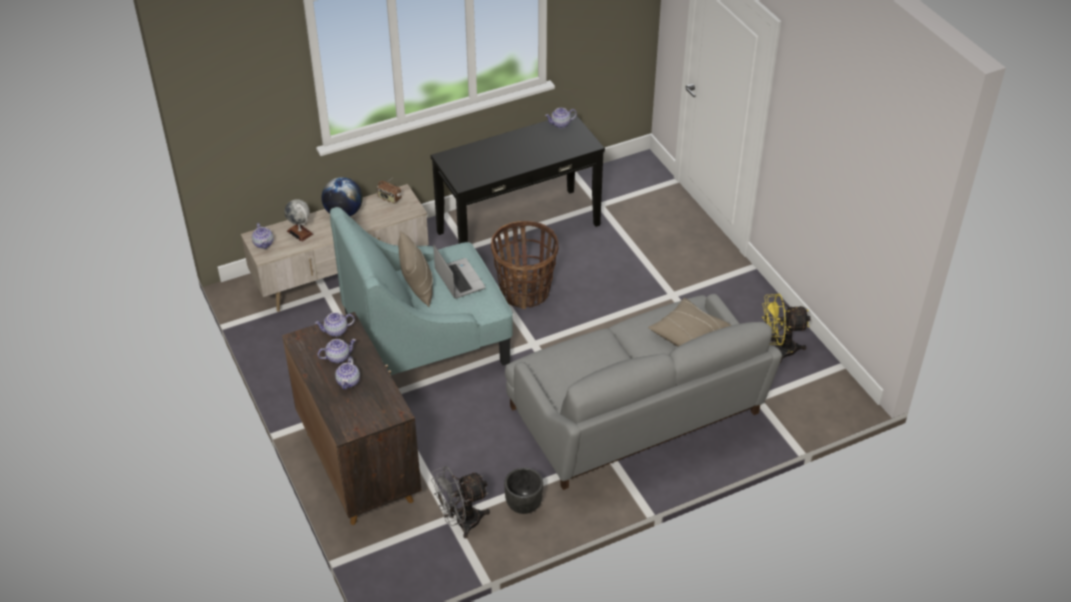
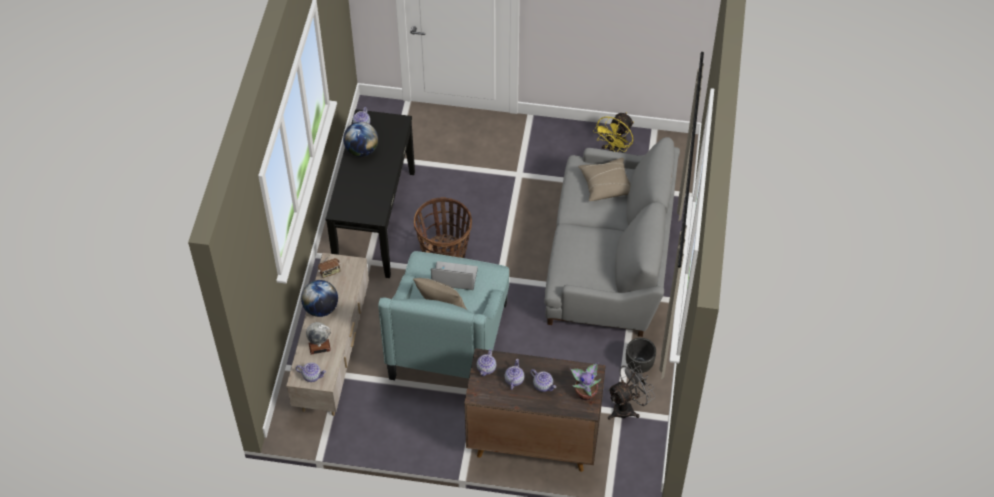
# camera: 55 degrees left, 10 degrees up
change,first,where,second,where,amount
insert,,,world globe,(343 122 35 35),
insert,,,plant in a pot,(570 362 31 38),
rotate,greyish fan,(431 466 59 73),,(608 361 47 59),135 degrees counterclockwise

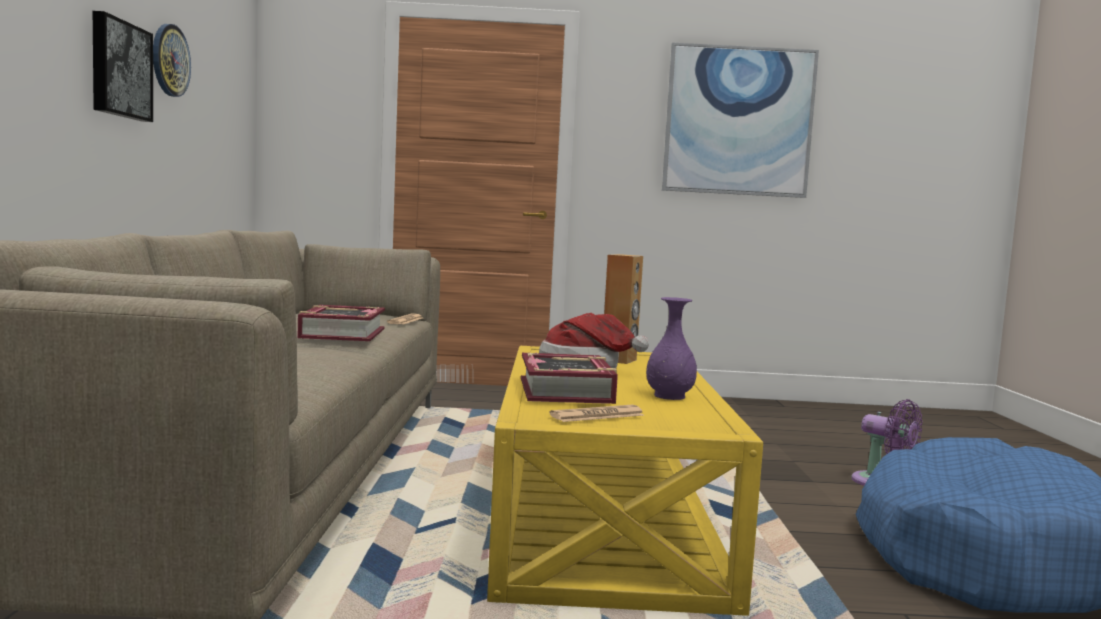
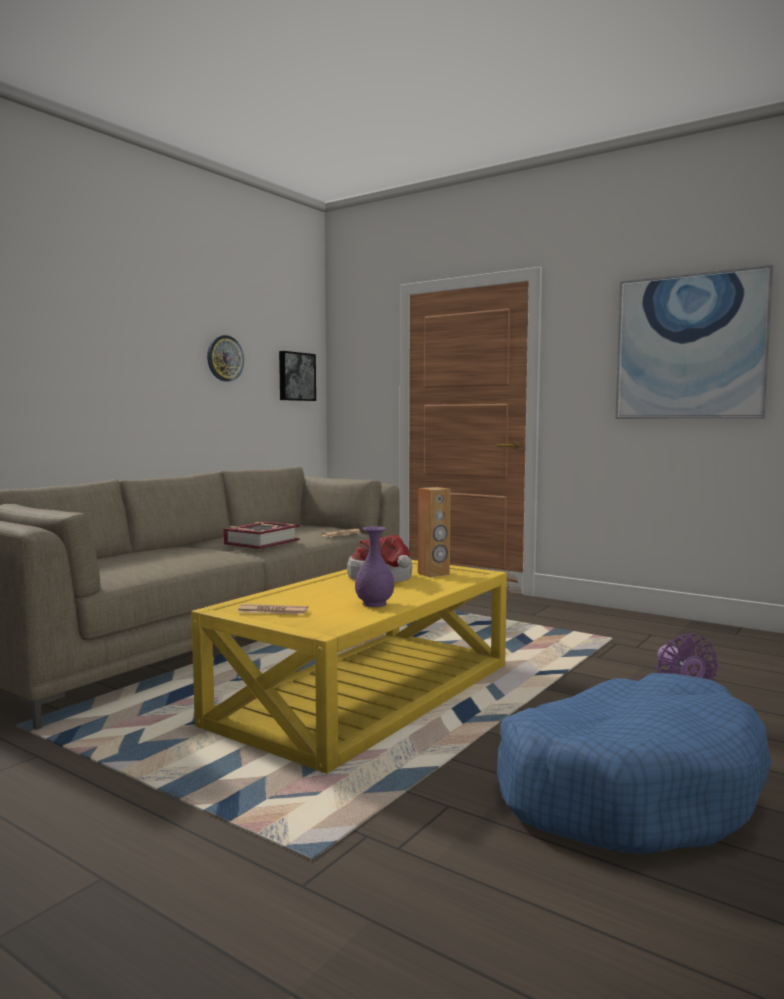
# camera: 35 degrees right, 0 degrees up
change,first,where,second,where,amount
delete,book,(521 352 97 52),,,
move,wall art,(93 11 60 111),,(279 351 37 50),

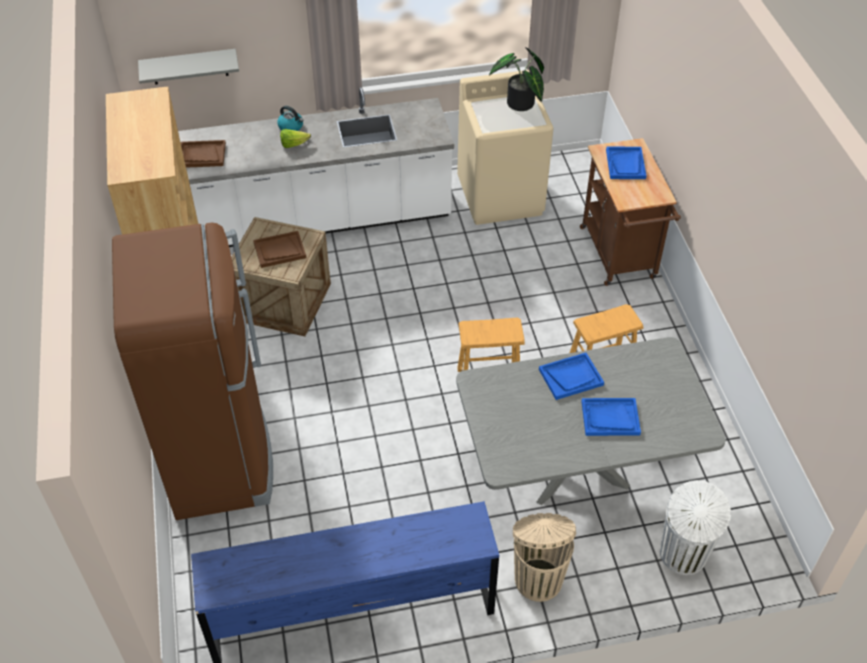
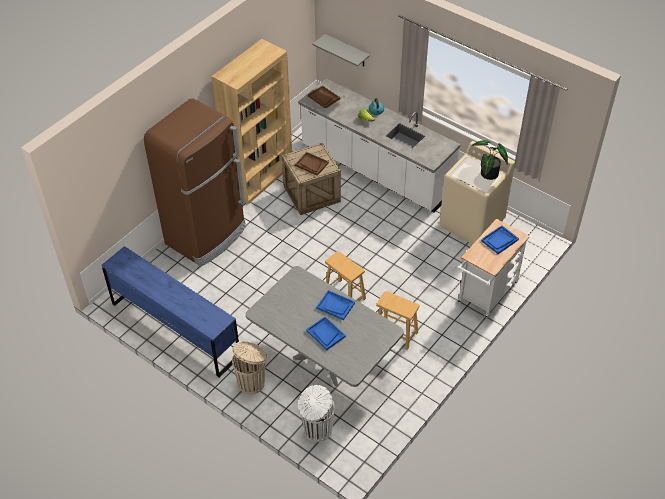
# camera: 50 degrees right, 0 degrees up
change,first,where,second,where,amount
recolor,brownish cart,(580 138 101 148),whitish cart,(457 219 73 99),

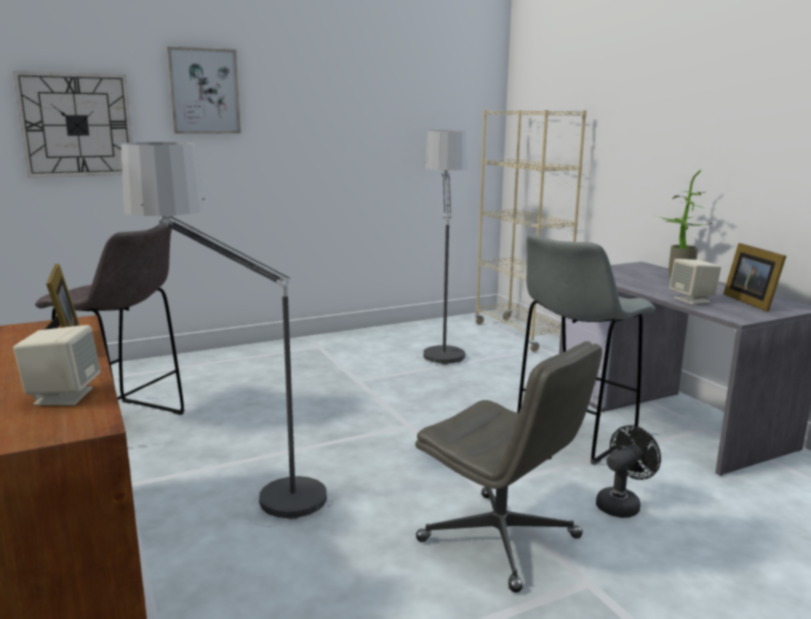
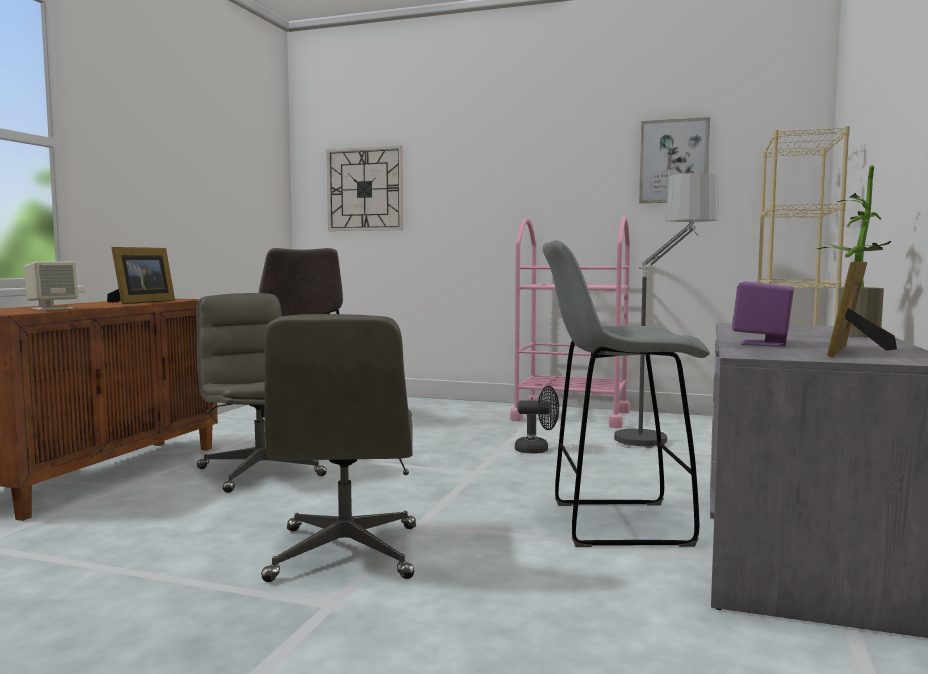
# camera: 45 degrees right, 10 degrees down
change,first,where,second,where,amount
insert,,,pinkish cart,(510 216 120 212),
move,wall art,(167 46 74 88),,(639 117 71 86),
move,blackish fan,(596 425 65 93),,(515 386 44 68),
replace,standard lamp,(121 142 212 385),greyish computer chair,(196 293 131 200),
recolor,beige-coloured speaker,(669 259 52 46),purple speaker,(732 281 62 66),

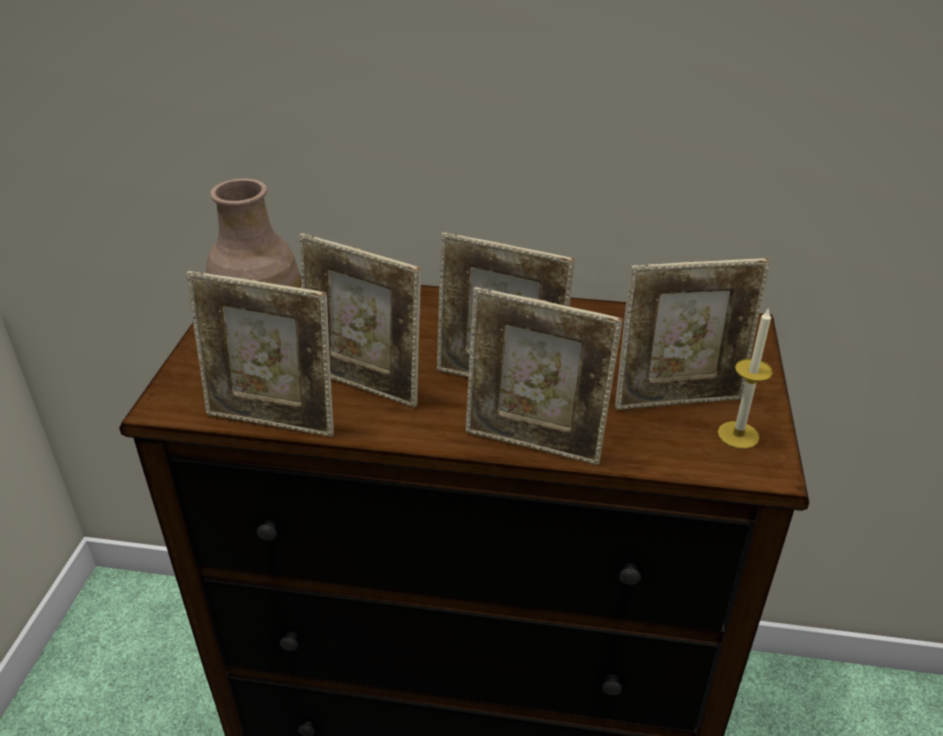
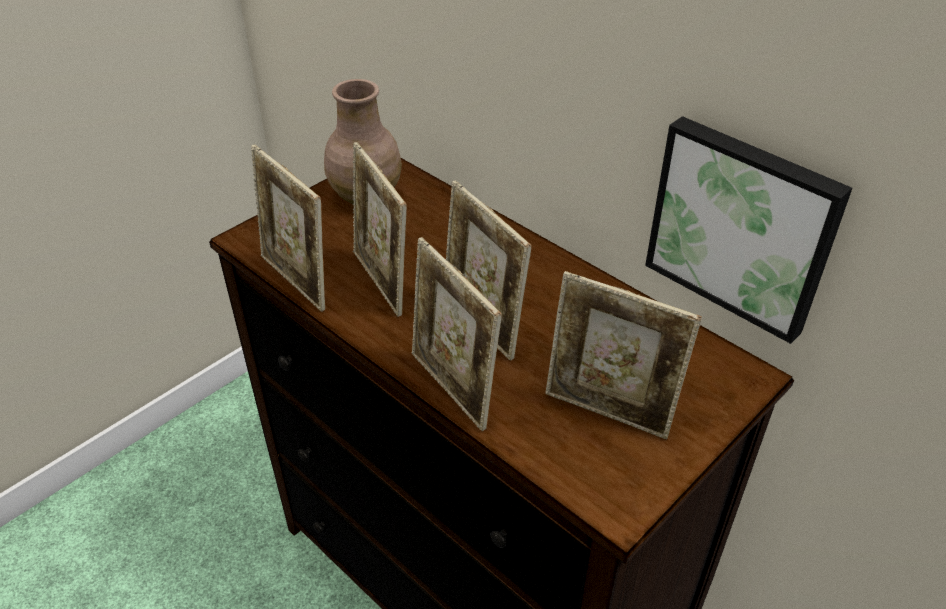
# camera: 35 degrees right, 5 degrees up
change,first,where,second,where,amount
delete,candle,(718 307 55 142),,,
insert,,,wall art,(645 116 207 228),

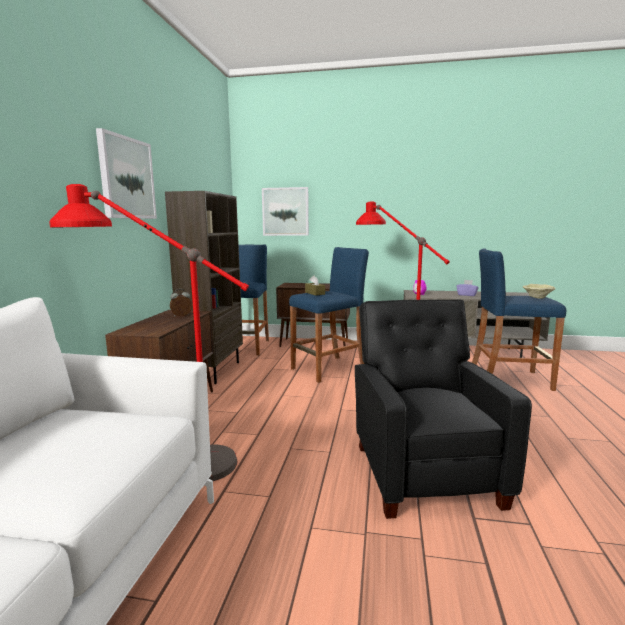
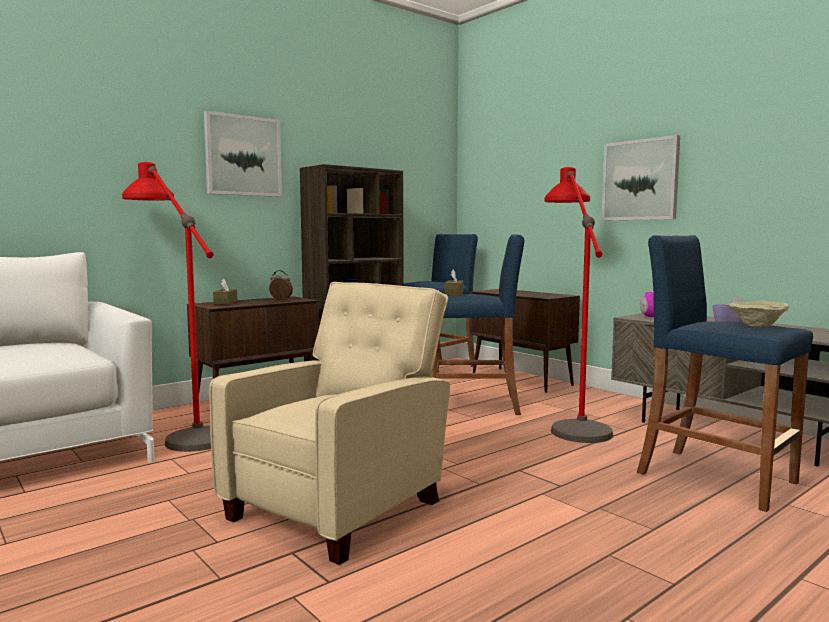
# camera: 40 degrees right, 5 degrees down
change,first,where,second,where,amount
insert,,,brownish tissue holder,(213 278 24 27),
move,wall art,(262 187 47 49),,(602 135 78 86),
recolor,blackish easy chair,(355 299 177 220),beige-coloured easy chair,(209 282 241 283),

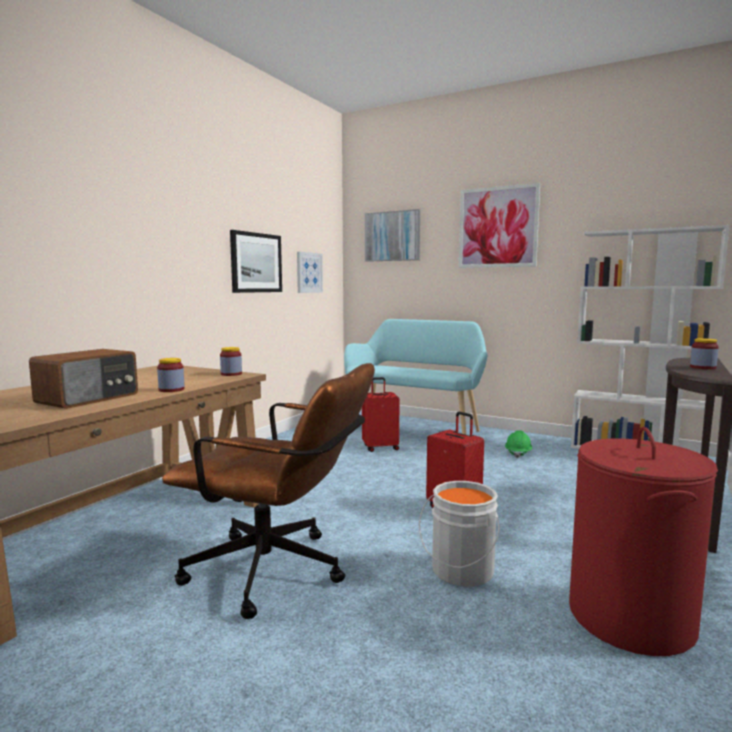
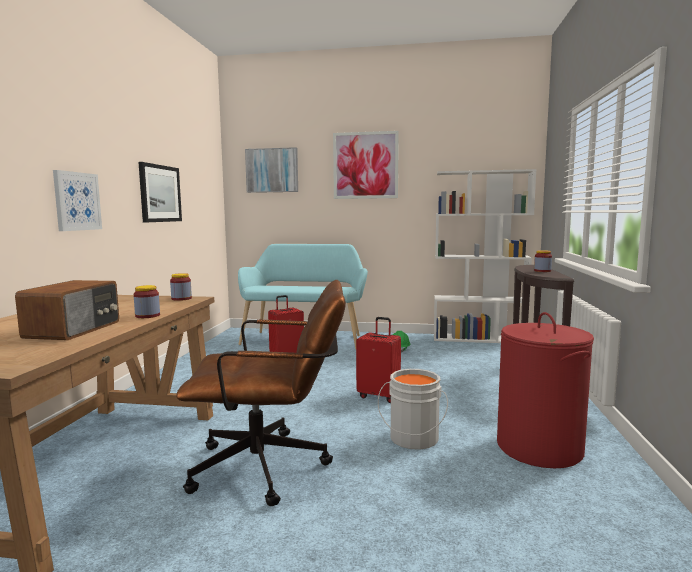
# camera: 20 degrees left, 0 degrees up
change,first,where,second,where,amount
move,wall art,(297 252 26 41),,(53 170 49 61),

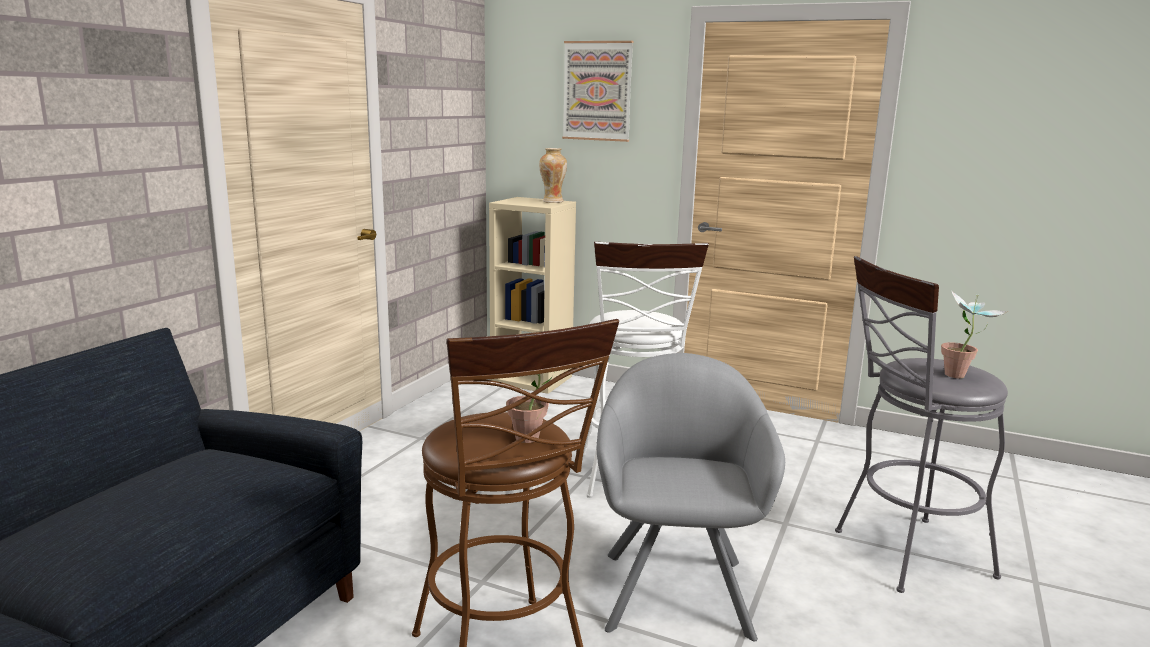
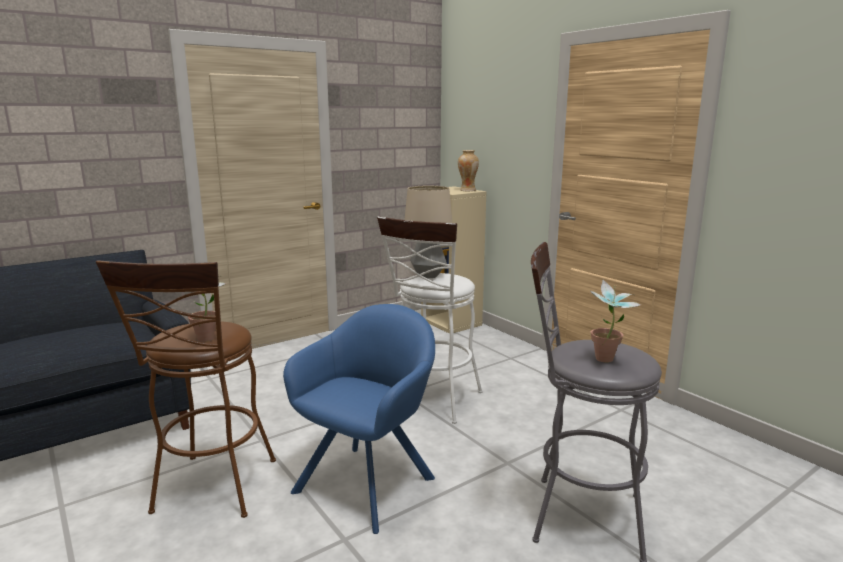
# camera: 30 degrees right, 0 degrees up
change,first,where,second,where,amount
delete,wall art,(562 41 71 101),,,
insert,,,lamp for a table,(404 186 49 92),
recolor,greyish easy chair,(597 353 188 288),bluish easy chair,(283 304 152 230),

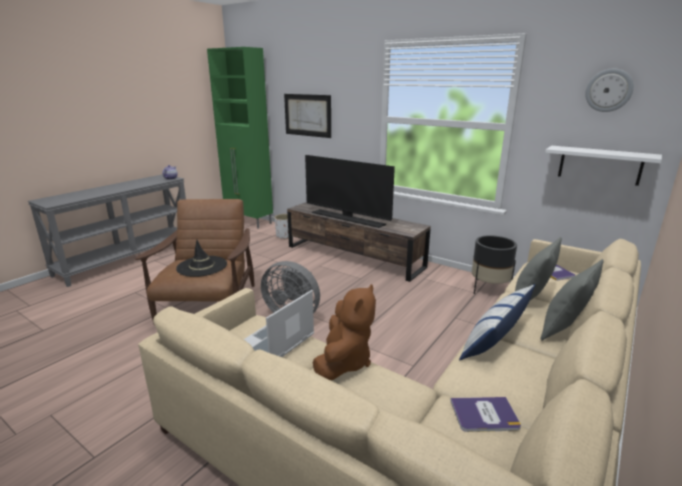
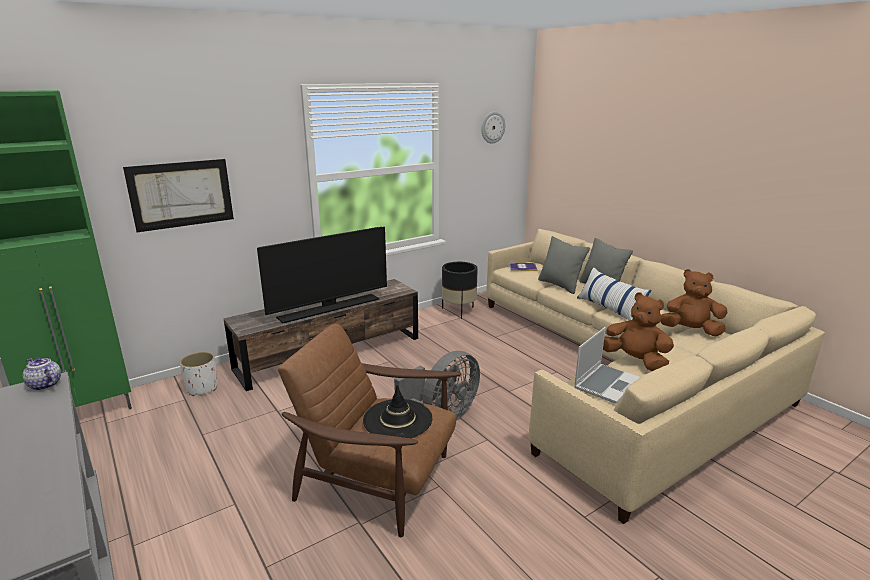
# camera: 70 degrees left, 0 degrees up
change,first,where,second,where,amount
delete,whitish wall shelf,(545 146 117 40),,,
replace,book,(450 397 71 35),brownish soft toy,(661 269 66 67),
rotate,notebook computer,(244 290 70 67),,(574 327 66 77),105 degrees counterclockwise

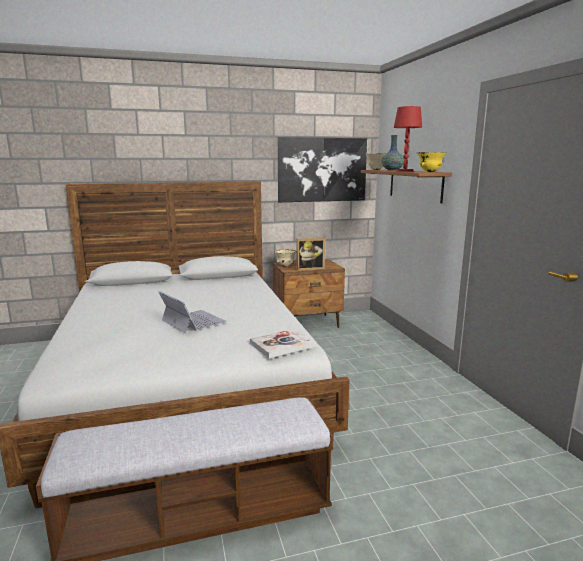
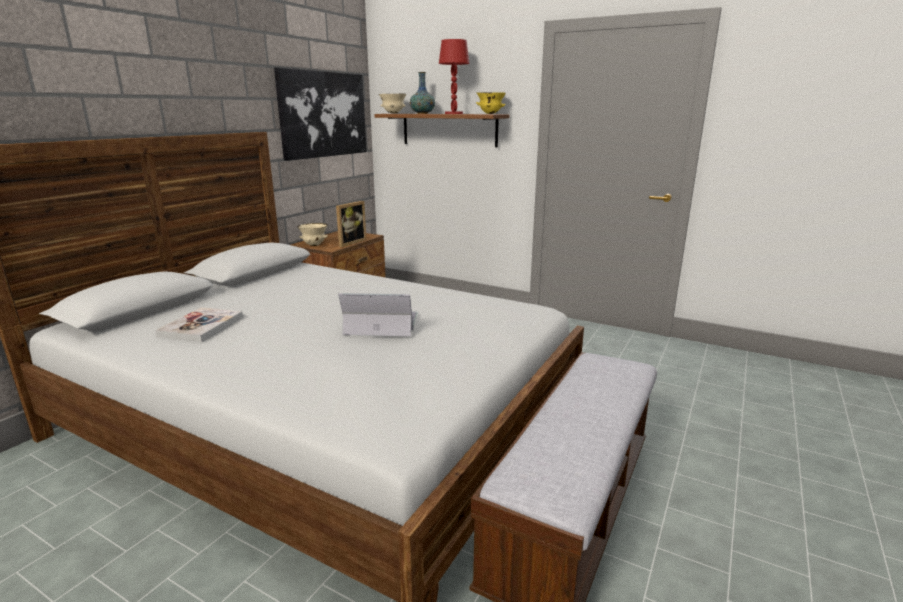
# camera: 45 degrees left, 5 degrees up
change,first,where,second,where,amount
move,book,(250 329 66 30),,(156 307 87 35),

